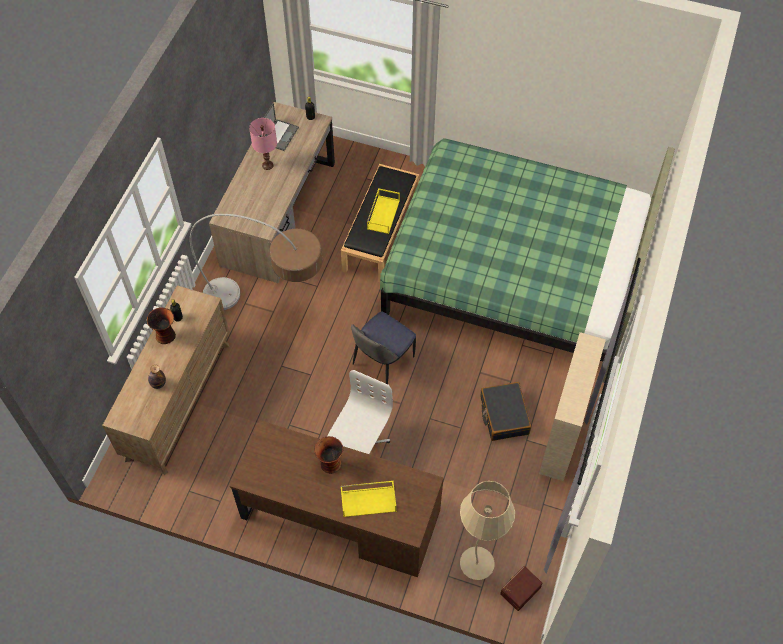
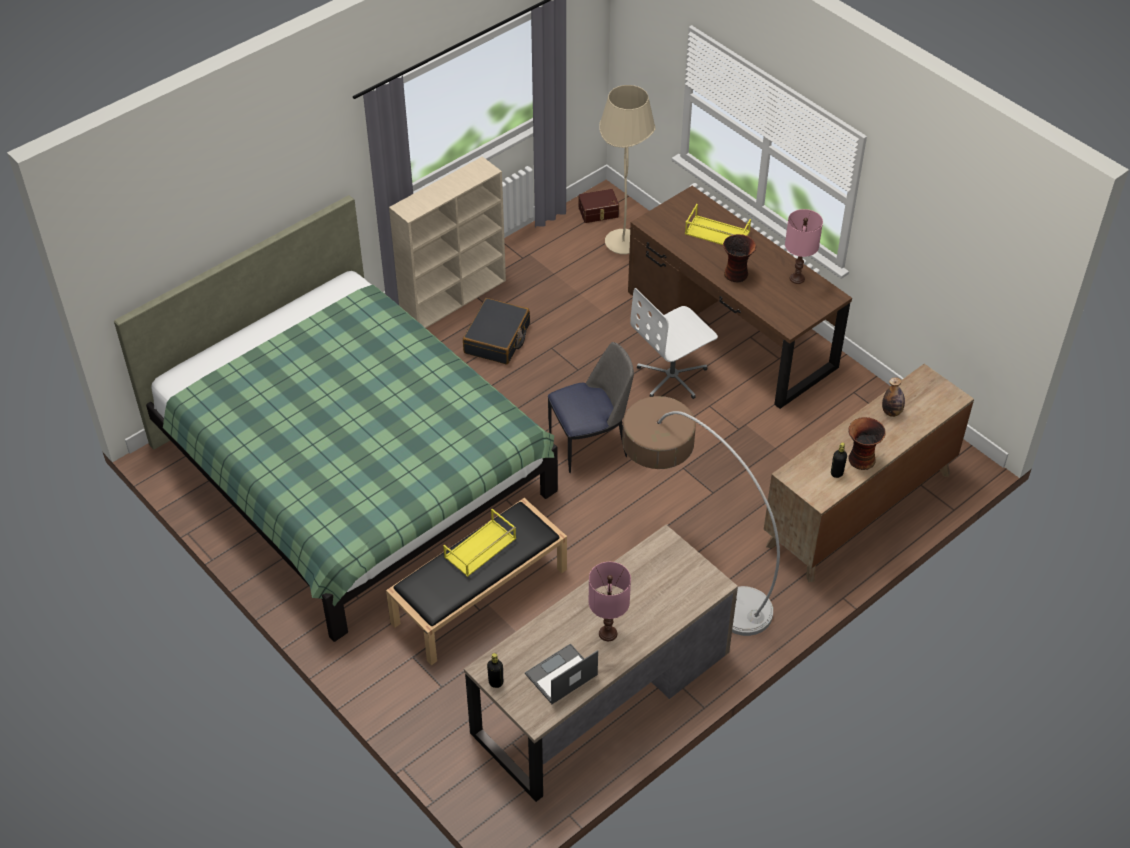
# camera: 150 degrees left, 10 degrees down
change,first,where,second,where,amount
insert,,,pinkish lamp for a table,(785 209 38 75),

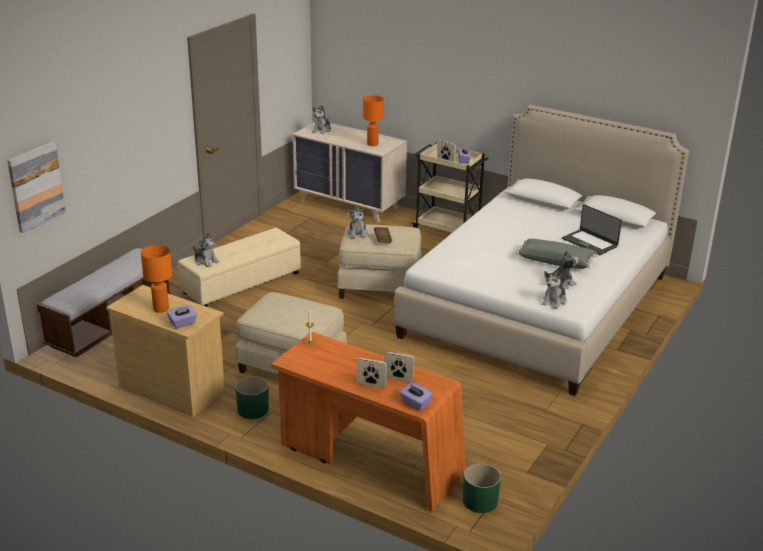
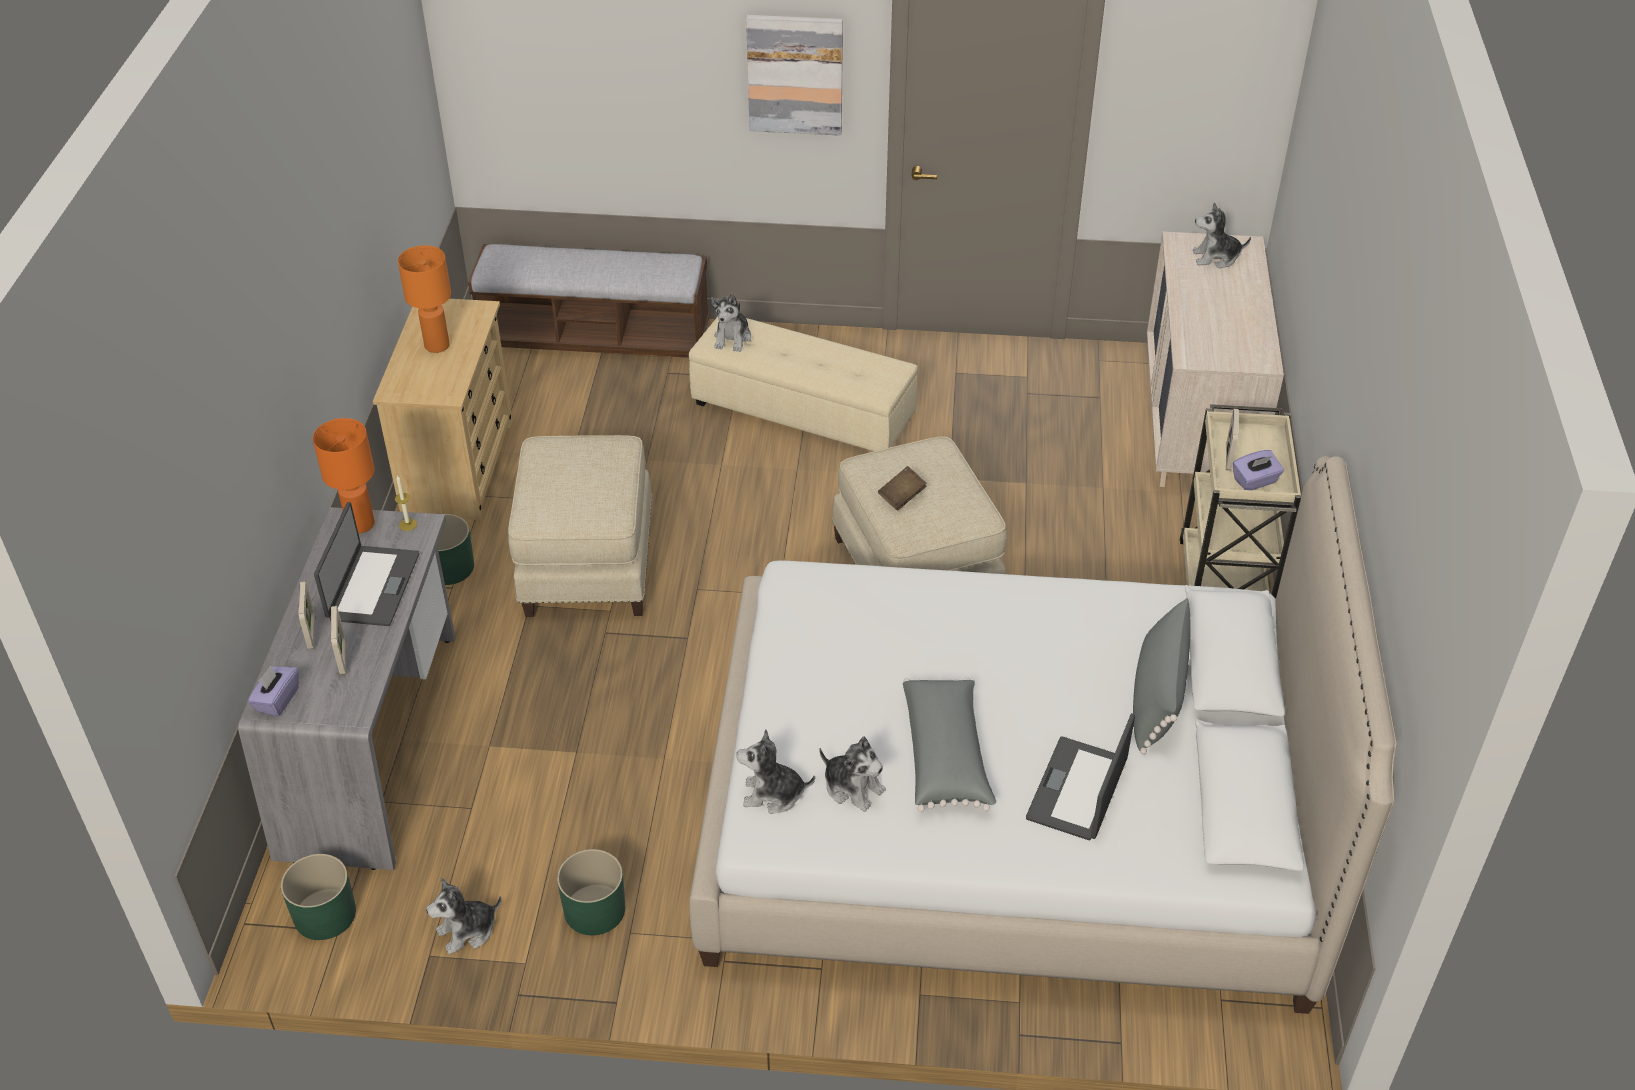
# camera: 65 degrees right, 15 degrees up
change,first,where,second,where,amount
delete,purple tissue holder,(167 305 30 23),,,
insert,,,notebook computer,(314 502 105 124),
insert,,,greenish planter,(557 849 68 86),
insert,,,greyish pillow,(1133 598 58 157),
move,wall art,(7 142 59 91),,(746 15 97 121),
move,soft toy,(347 205 21 34),,(426 877 75 77),
move,orange-coloured lamp for a table,(363 95 21 51),,(313 418 62 115),
recolor,orange-coloured desk unit,(271 332 195 180),greyish desk unit,(238 507 217 363),

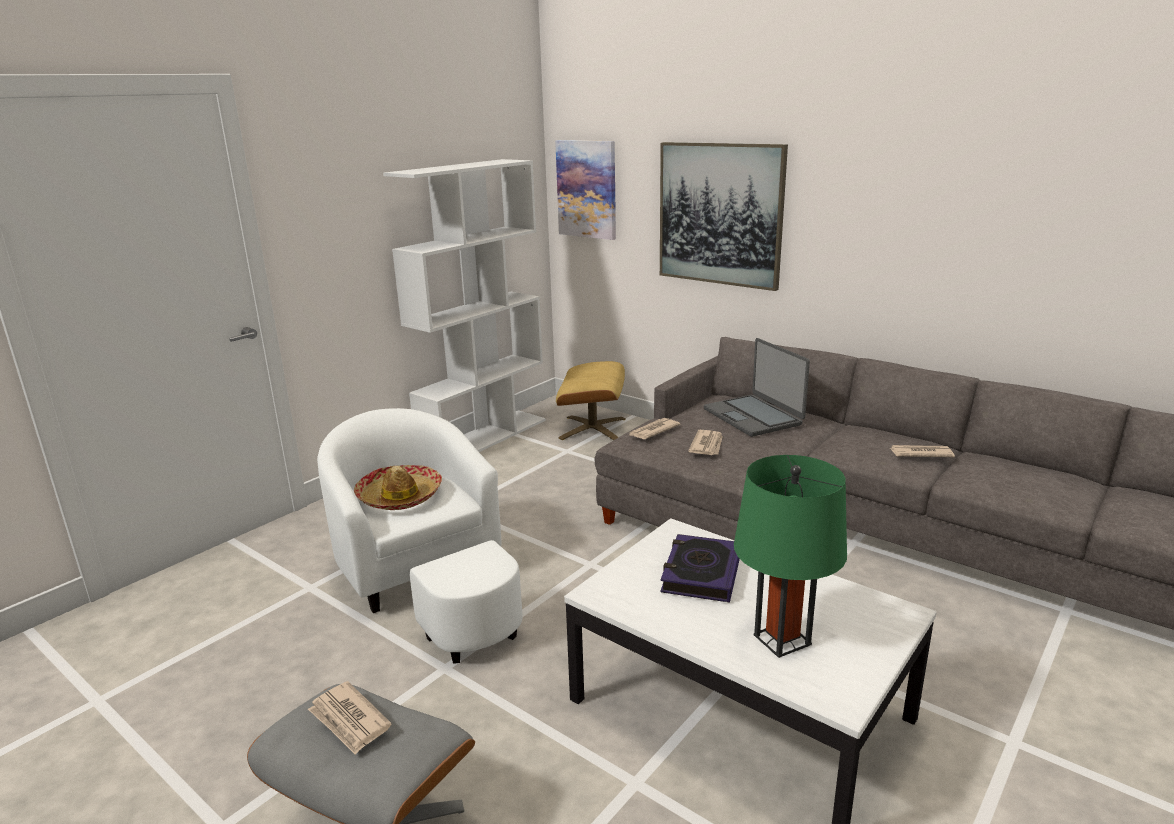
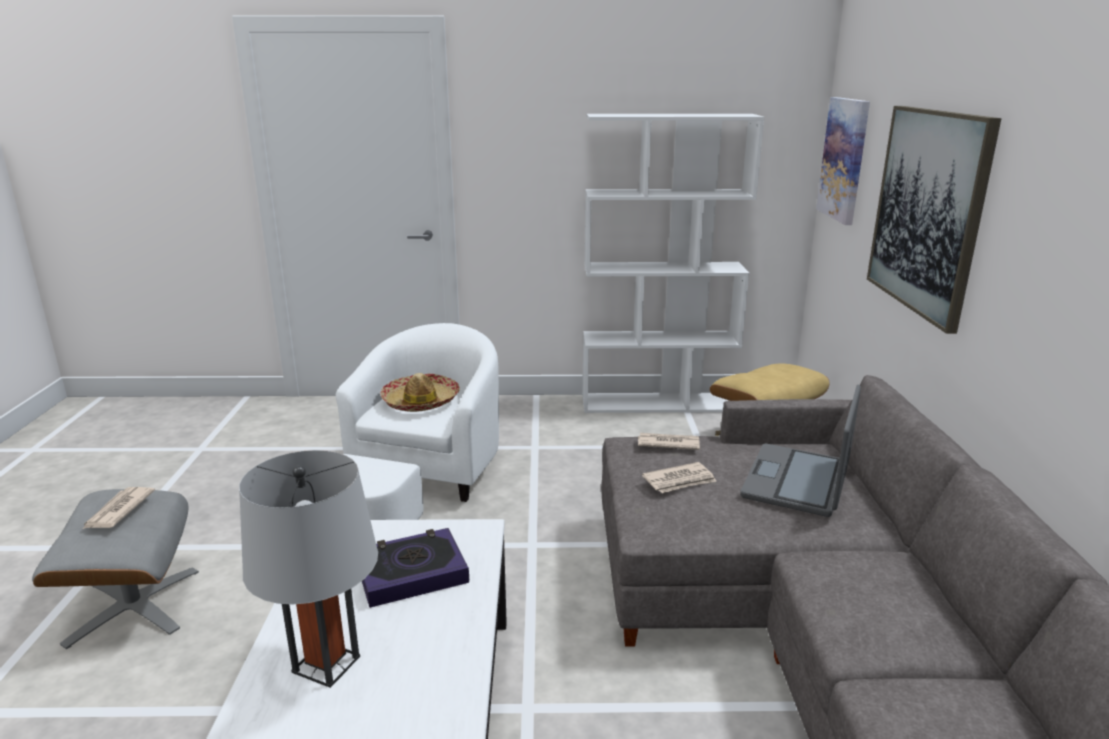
# camera: 50 degrees right, 0 degrees up
change,first,where,second,where,amount
delete,daily paper,(890 445 65 12),,,
recolor,greenish lamp for a table,(734 455 113 203),greyish lamp for a table,(239 450 139 238),

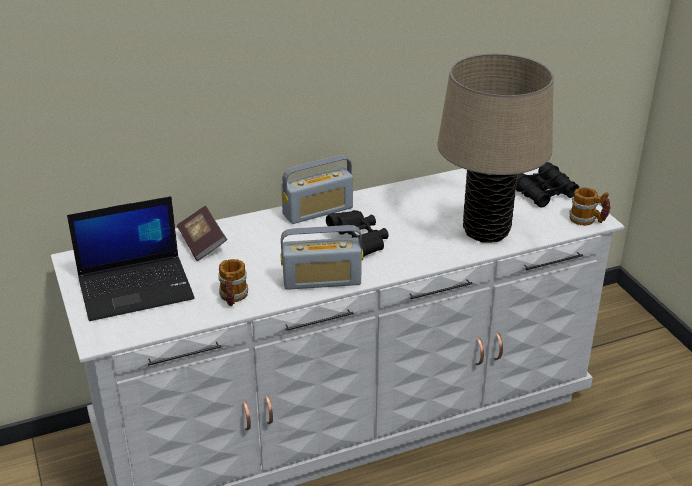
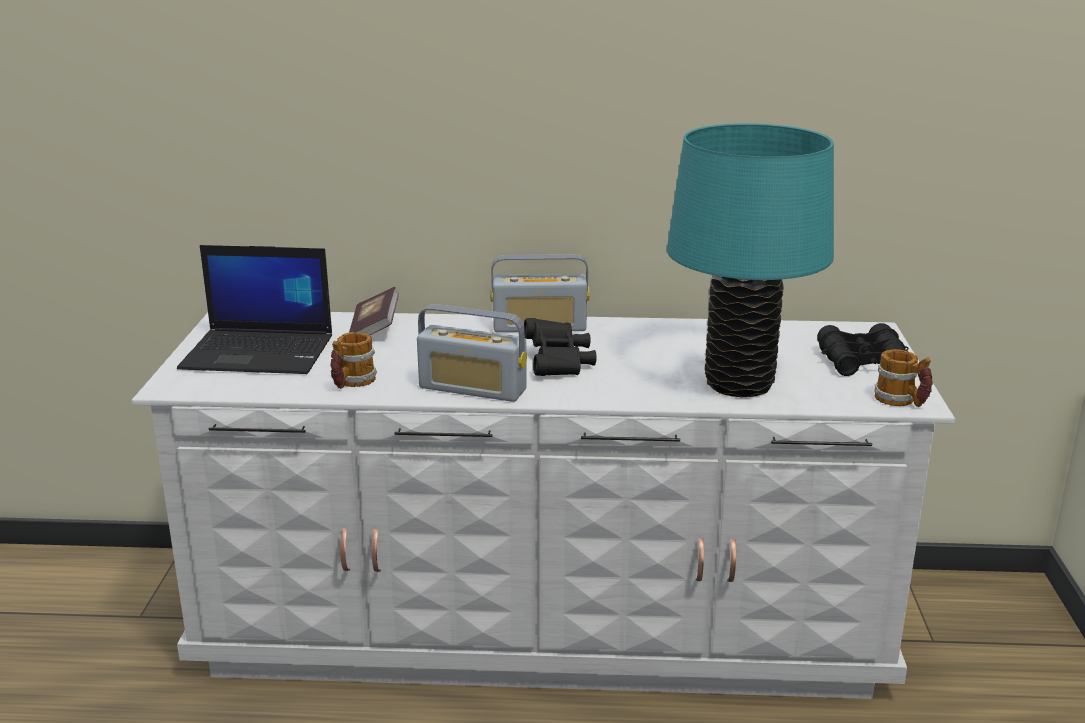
# camera: 25 degrees right, 10 degrees down
change,first,where,second,where,amount
recolor,beige-coloured lamp for a table,(438 53 116 190),turquoise-coloured lamp for a table,(667 123 167 275),

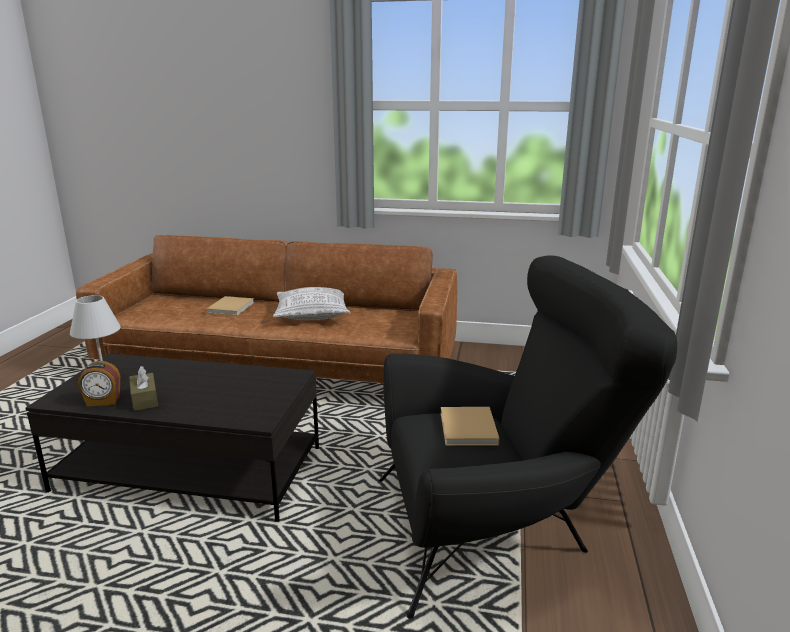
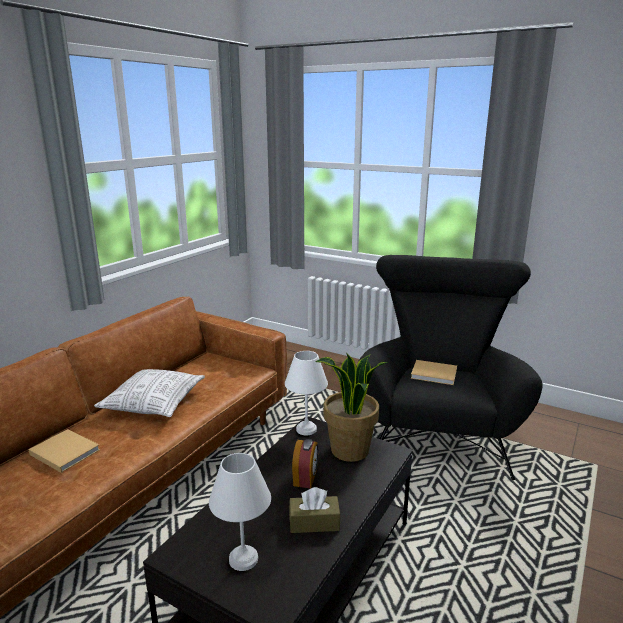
# camera: 70 degrees left, 0 degrees up
change,first,where,second,where,amount
insert,,,whitish lamp for a table,(285 351 43 84),
insert,,,plant in a pot,(315 354 73 108),
move,table clock,(78 361 42 46),,(292 439 27 49),

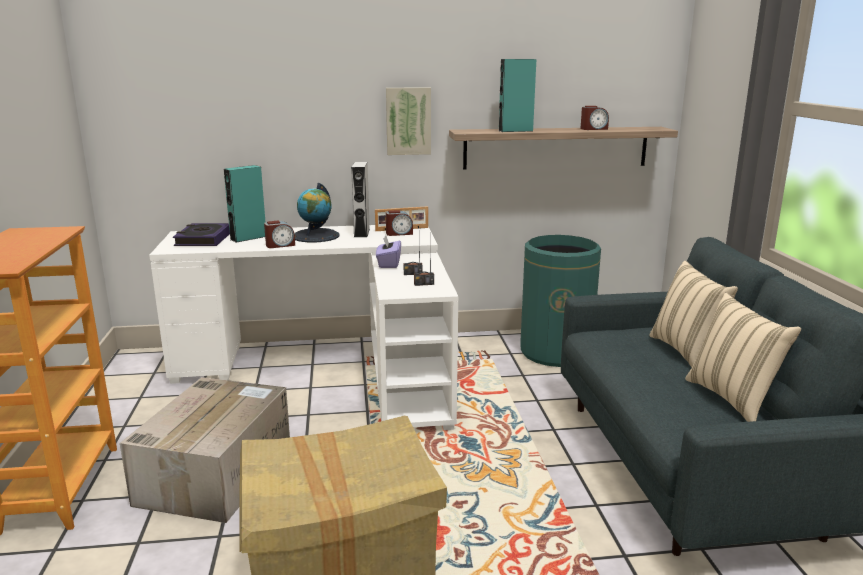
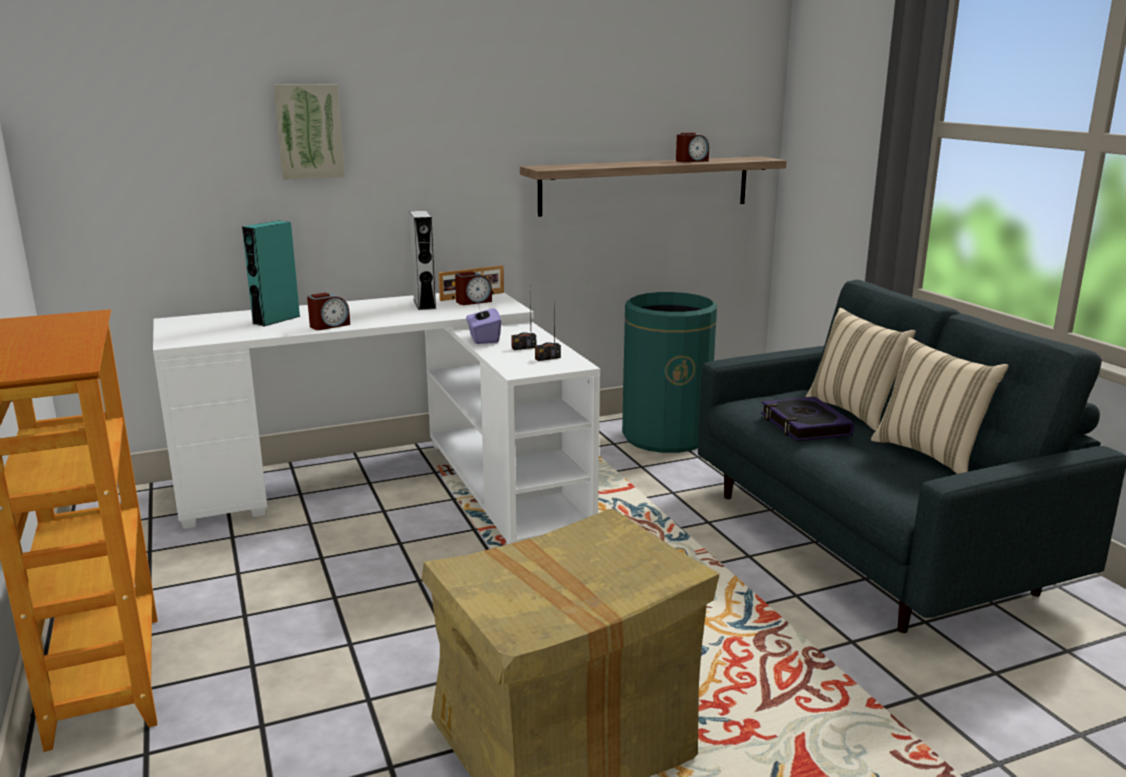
# camera: 15 degrees left, 0 degrees up
change,first,where,second,where,amount
delete,packing box,(120 377 170 146),,,
delete,world globe,(295 183 45 60),,,
delete,turquoise-coloured speaker,(498 59 38 73),,,
move,book,(173 223 57 23),,(761 396 93 45),
move,wall art,(386 87 45 68),,(273 84 72 96),

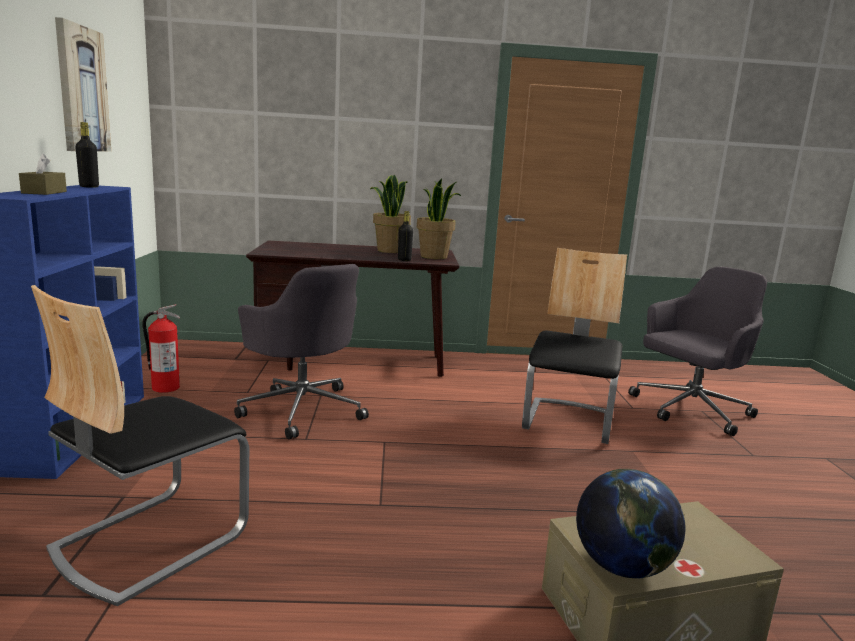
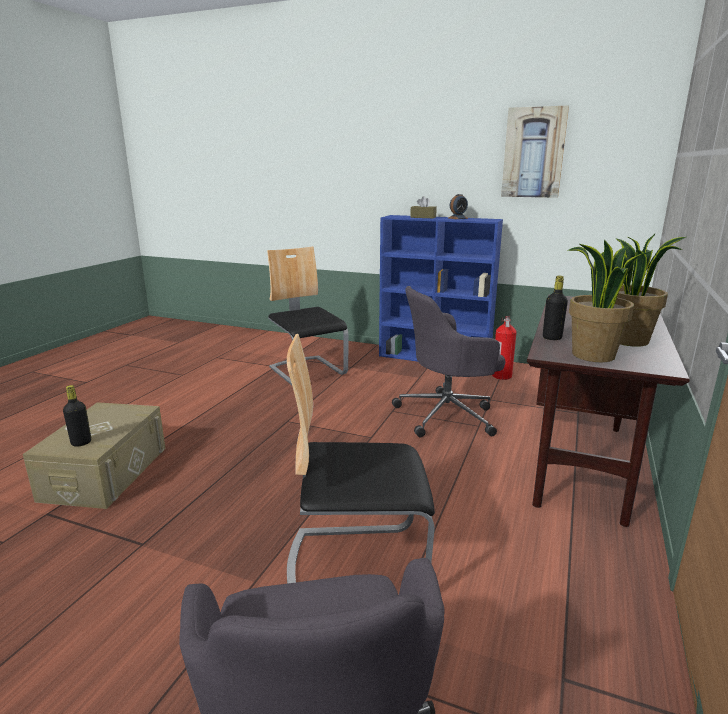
# camera: 115 degrees right, 5 degrees up
change,first,where,second,where,amount
delete,world globe,(576 469 110 109),,,
insert,,,table clock,(448 194 20 25),
move,blackish drink bottle,(75 122 24 66),,(63 385 28 62),
rotate,upright chair,(522 248 105 196),,(287 334 148 250),135 degrees clockwise

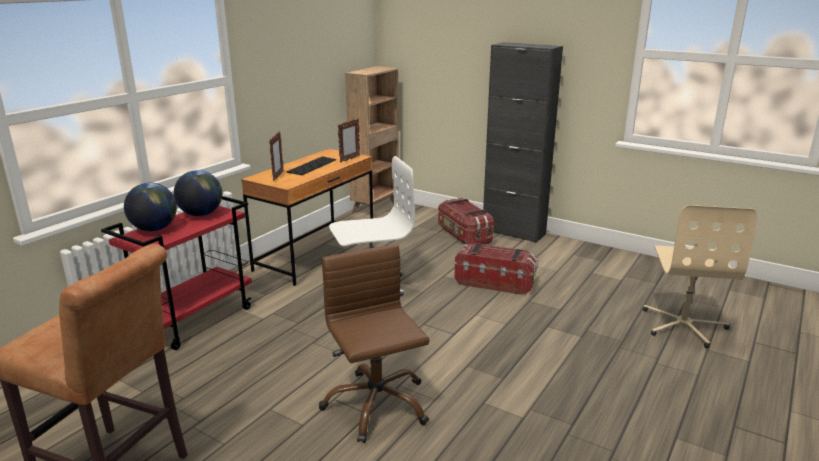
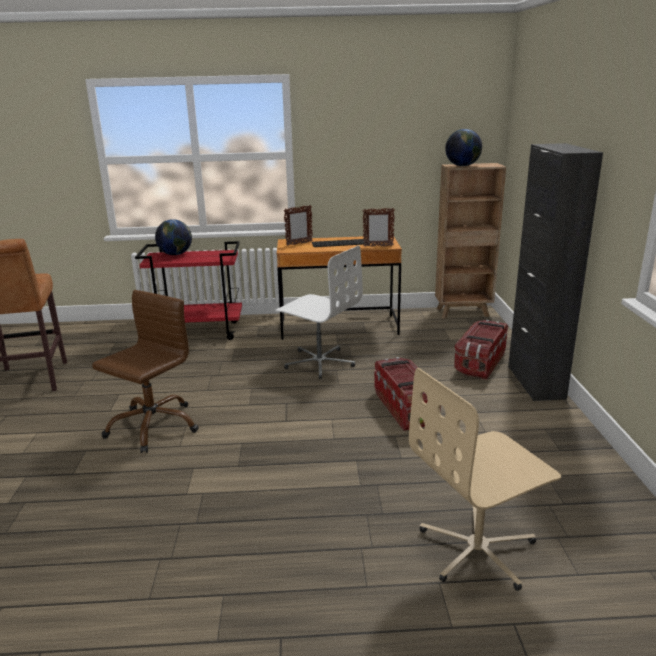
# camera: 55 degrees right, 0 degrees up
change,first,where,second,where,amount
move,world globe,(174 170 48 46),,(445 129 37 37),

